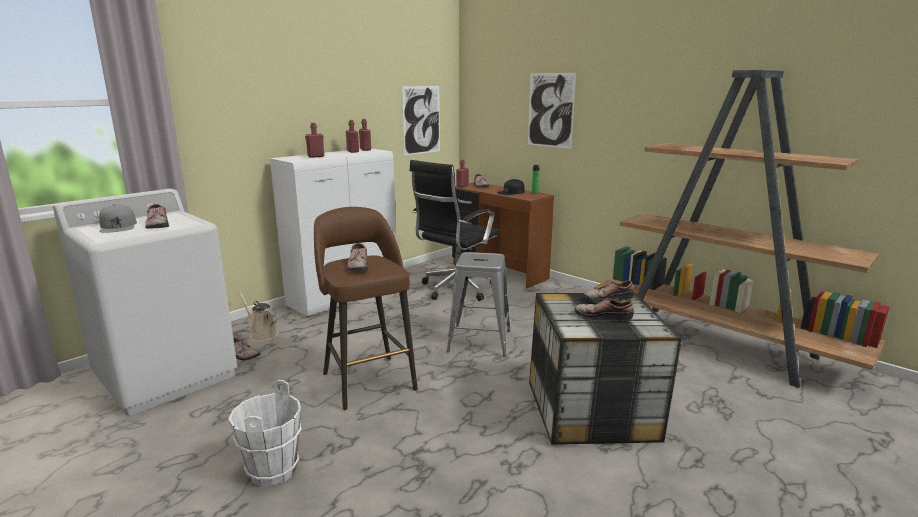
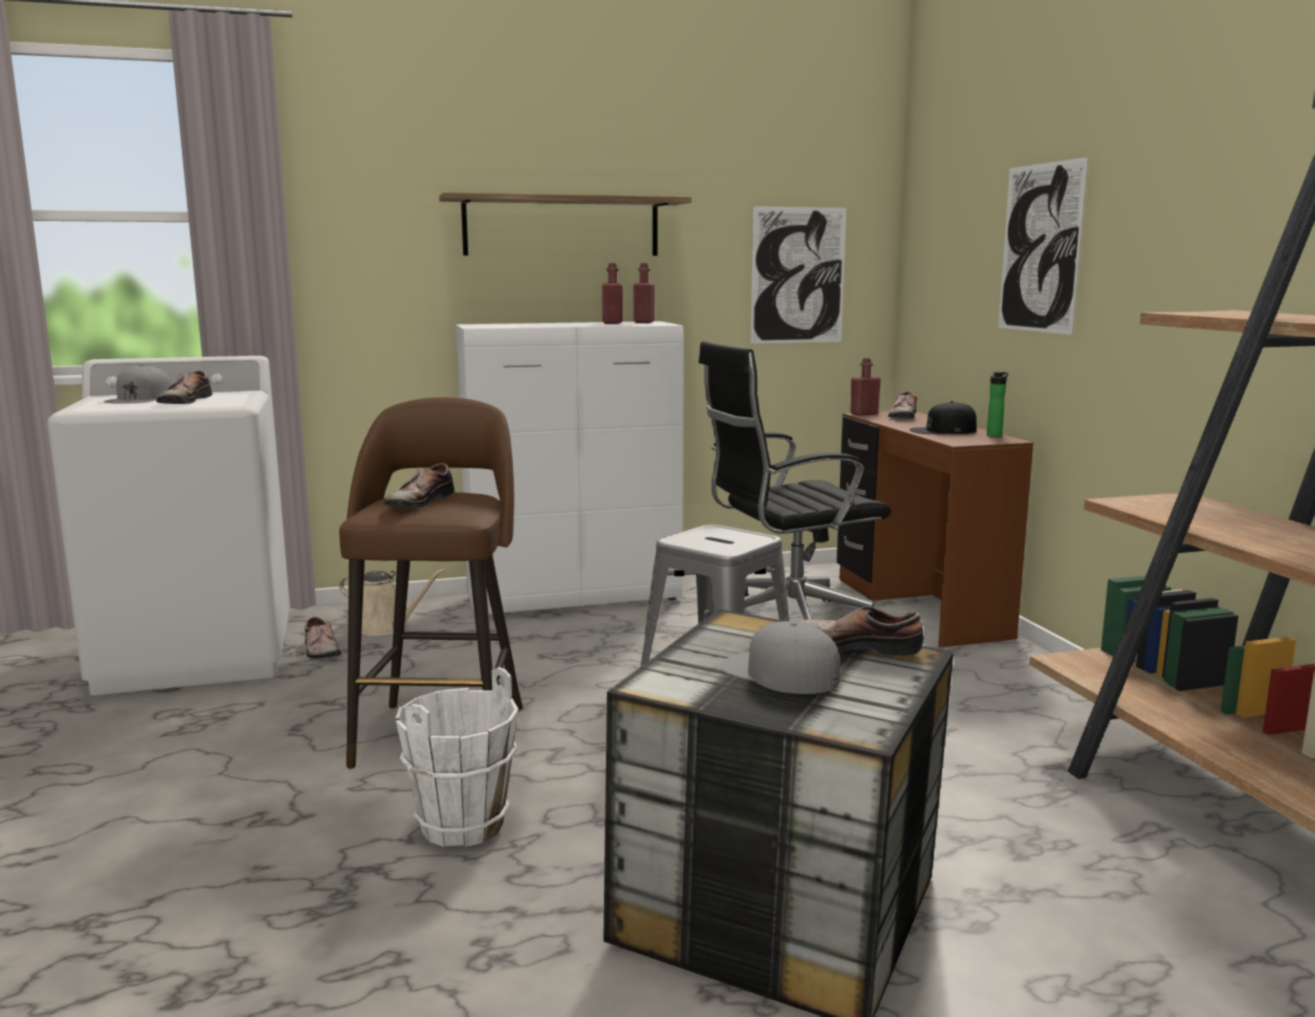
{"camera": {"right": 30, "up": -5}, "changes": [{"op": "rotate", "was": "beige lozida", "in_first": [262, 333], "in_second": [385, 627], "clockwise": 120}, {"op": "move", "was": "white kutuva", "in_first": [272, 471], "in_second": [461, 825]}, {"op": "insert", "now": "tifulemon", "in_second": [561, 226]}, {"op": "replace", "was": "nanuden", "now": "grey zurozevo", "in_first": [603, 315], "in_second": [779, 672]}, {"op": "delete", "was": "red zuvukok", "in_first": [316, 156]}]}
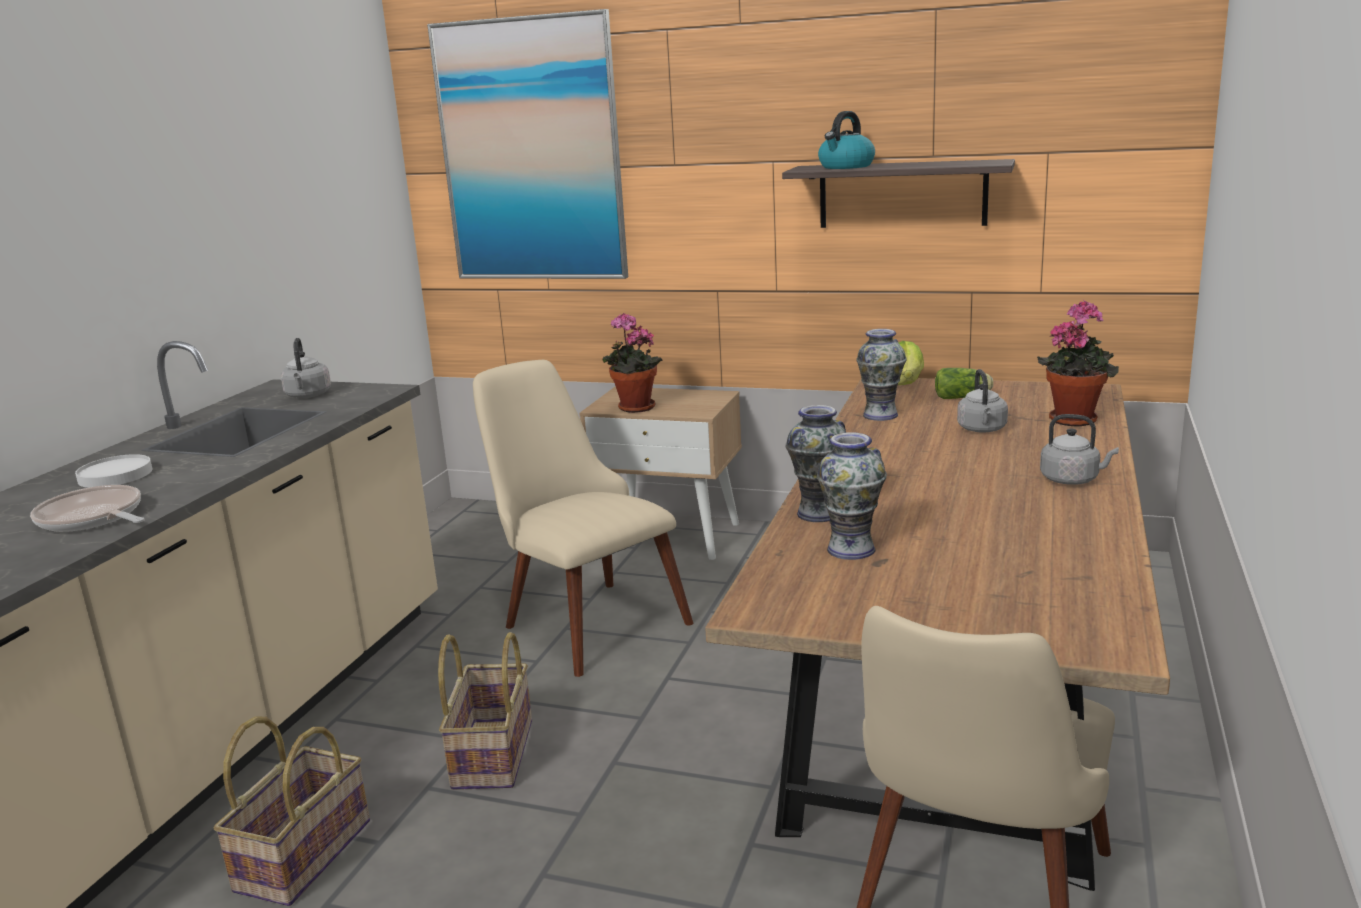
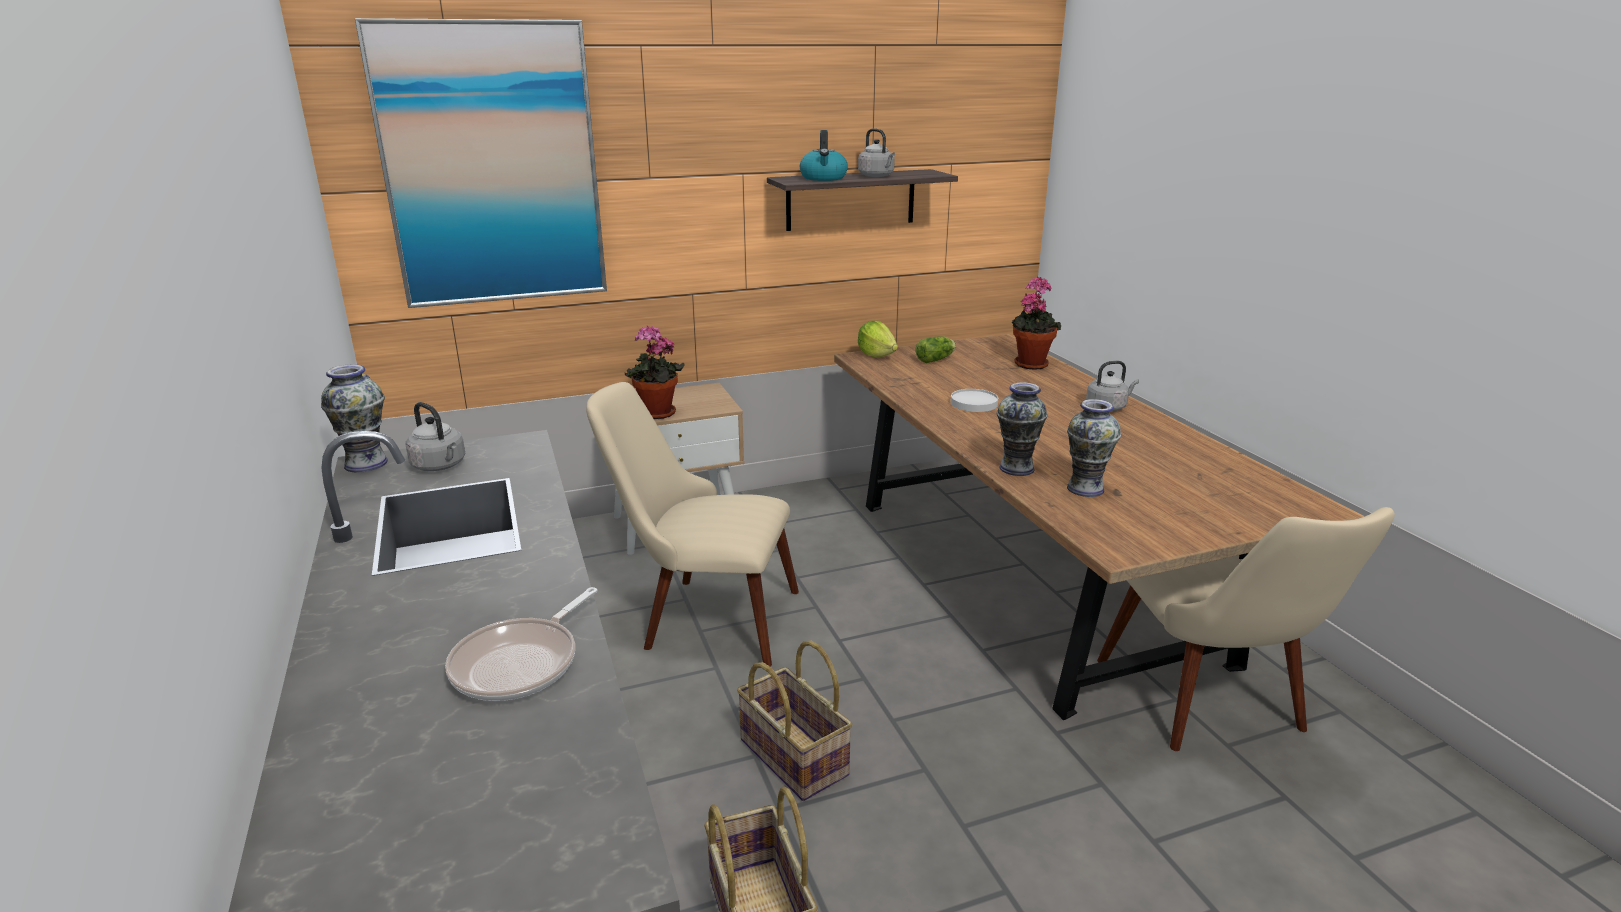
{"camera": {"right": -40, "up": 5}, "changes": [{"op": "move", "was": "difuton", "in_first": [880, 415], "in_second": [365, 463]}, {"op": "rotate", "was": "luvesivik", "in_first": [93, 518], "in_second": [521, 663], "clockwise": -60}, {"op": "move", "was": "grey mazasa", "in_first": [982, 430], "in_second": [877, 176]}, {"op": "move", "was": "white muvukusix", "in_first": [116, 475], "in_second": [974, 403]}]}
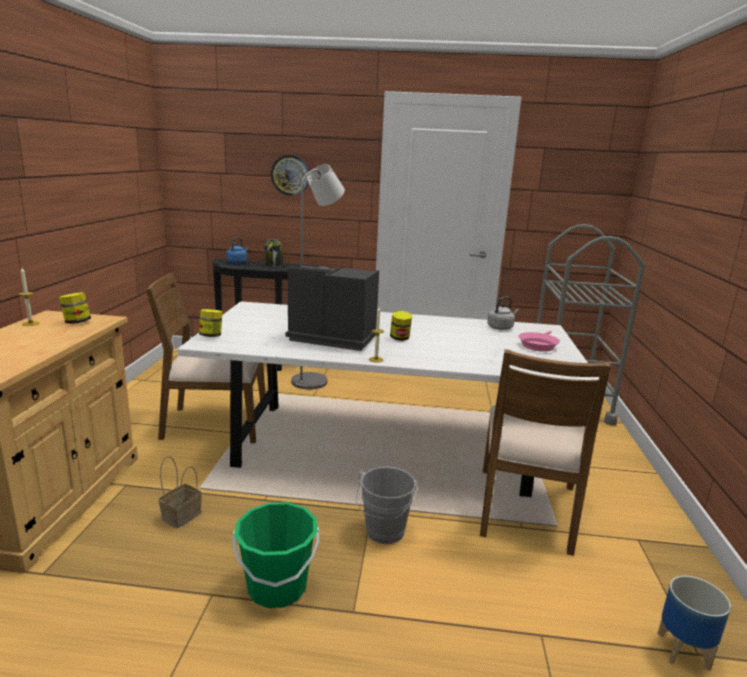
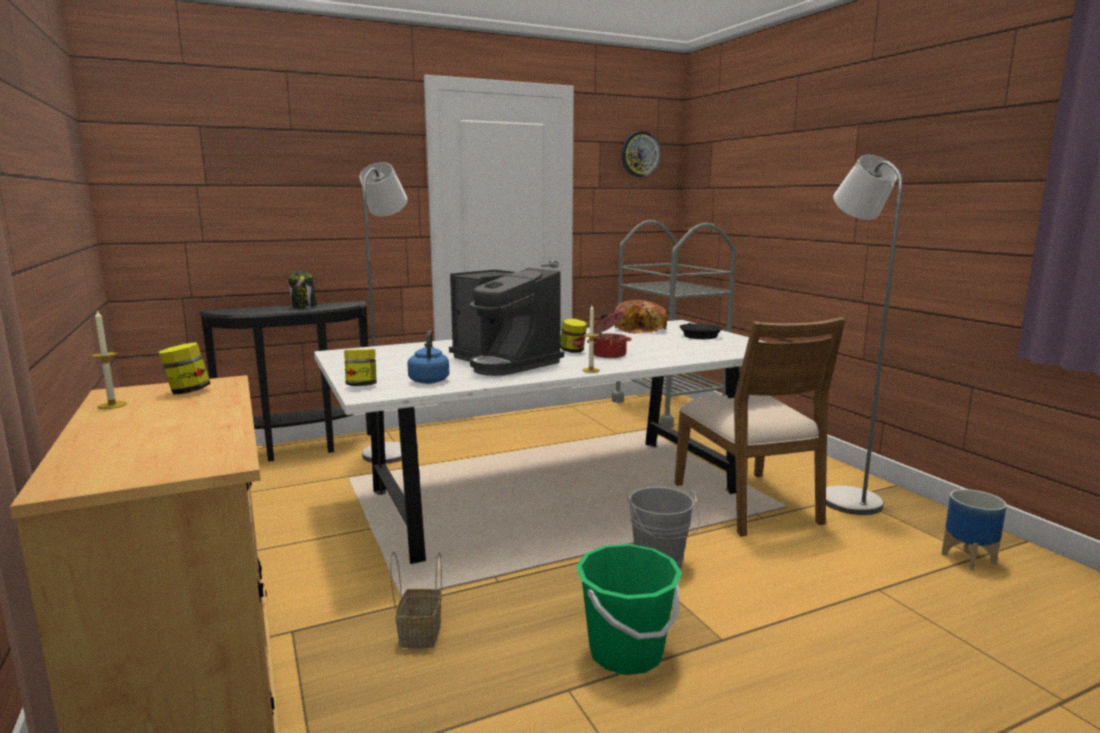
{"camera": {"right": -30, "up": -5}, "changes": [{"op": "move", "was": "blue mazasa", "in_first": [237, 262], "in_second": [429, 380]}, {"op": "rotate", "was": "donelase", "in_first": [331, 337], "in_second": [504, 362], "clockwise": -120}, {"op": "insert", "now": "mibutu", "in_second": [608, 355]}, {"op": "replace", "was": "grey mazasa", "now": "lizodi", "in_first": [501, 327], "in_second": [641, 329]}, {"op": "move", "was": "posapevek", "in_first": [290, 175], "in_second": [640, 154]}, {"op": "recolor", "was": "pink luvesivik", "now": "black luvesivik", "in_first": [538, 345], "in_second": [699, 335]}, {"op": "insert", "now": "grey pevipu", "in_second": [843, 497]}, {"op": "delete", "was": "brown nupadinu", "in_first": [214, 424]}]}
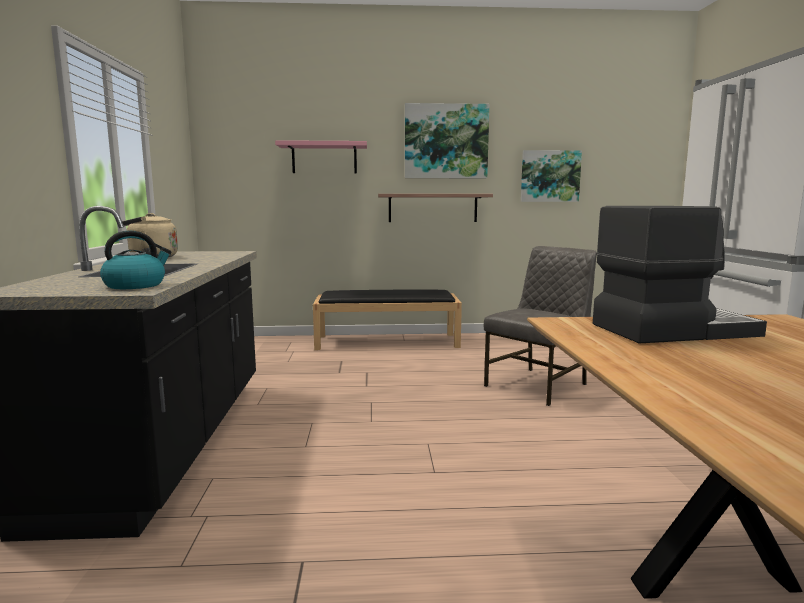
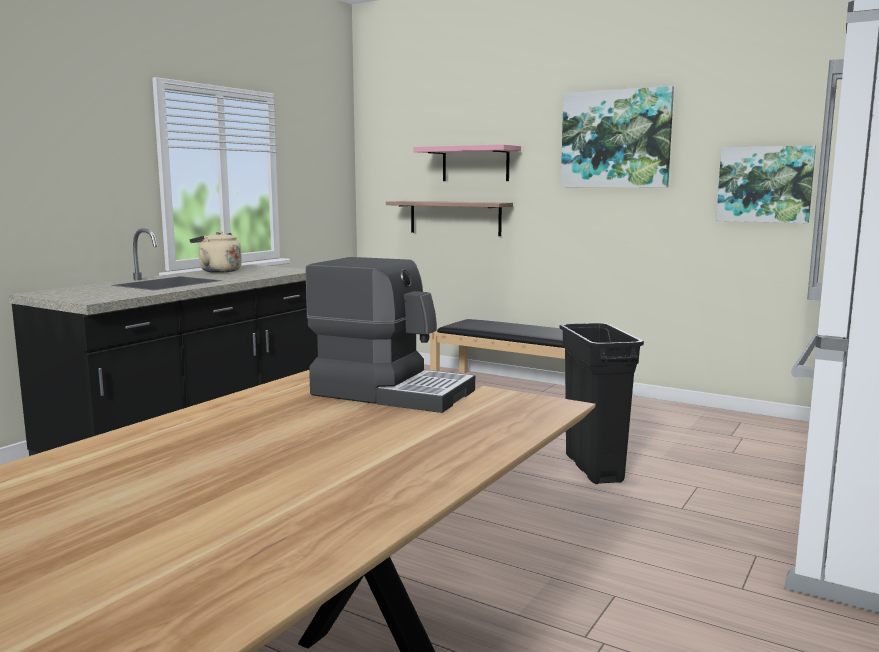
{"camera": {"right": 35, "up": 0}, "changes": [{"op": "move", "was": "tifulemon", "in_first": [432, 208], "in_second": [455, 218]}, {"op": "replace", "was": "grey nupadinu", "now": "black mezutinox", "in_first": [538, 385], "in_second": [594, 469]}, {"op": "delete", "was": "mazasa", "in_first": [136, 285]}]}
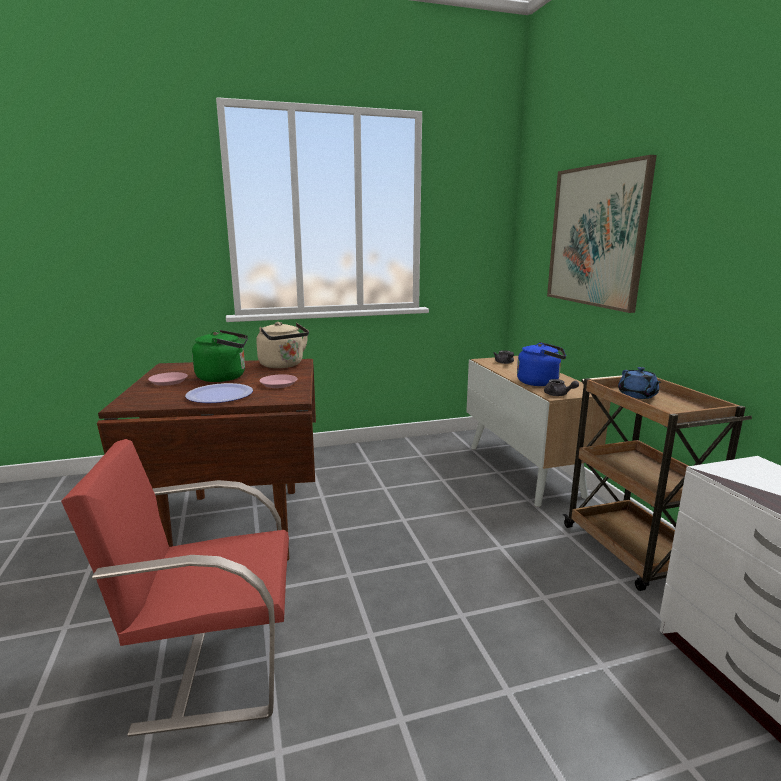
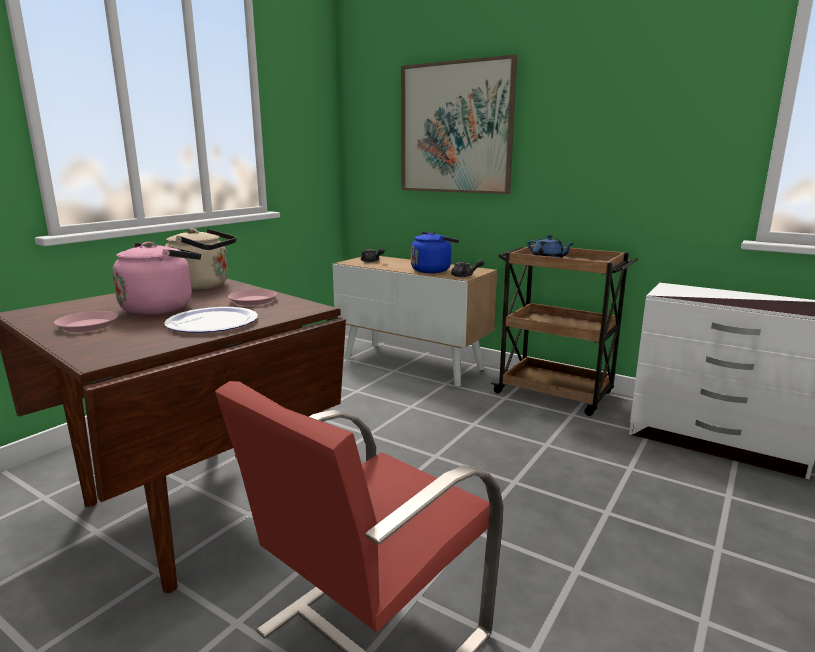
{"camera": {"right": -40, "up": 0}, "changes": [{"op": "recolor", "was": "green mazasa", "now": "pink mazasa", "in_first": [225, 377], "in_second": [161, 307]}]}
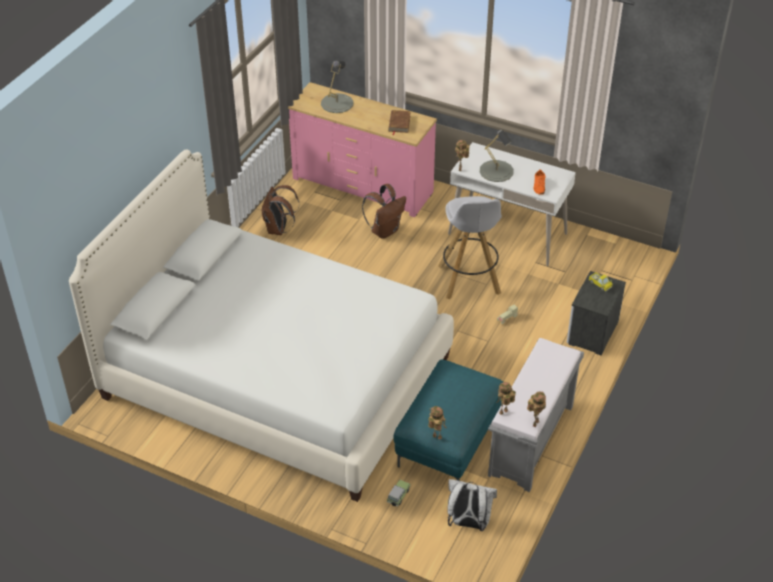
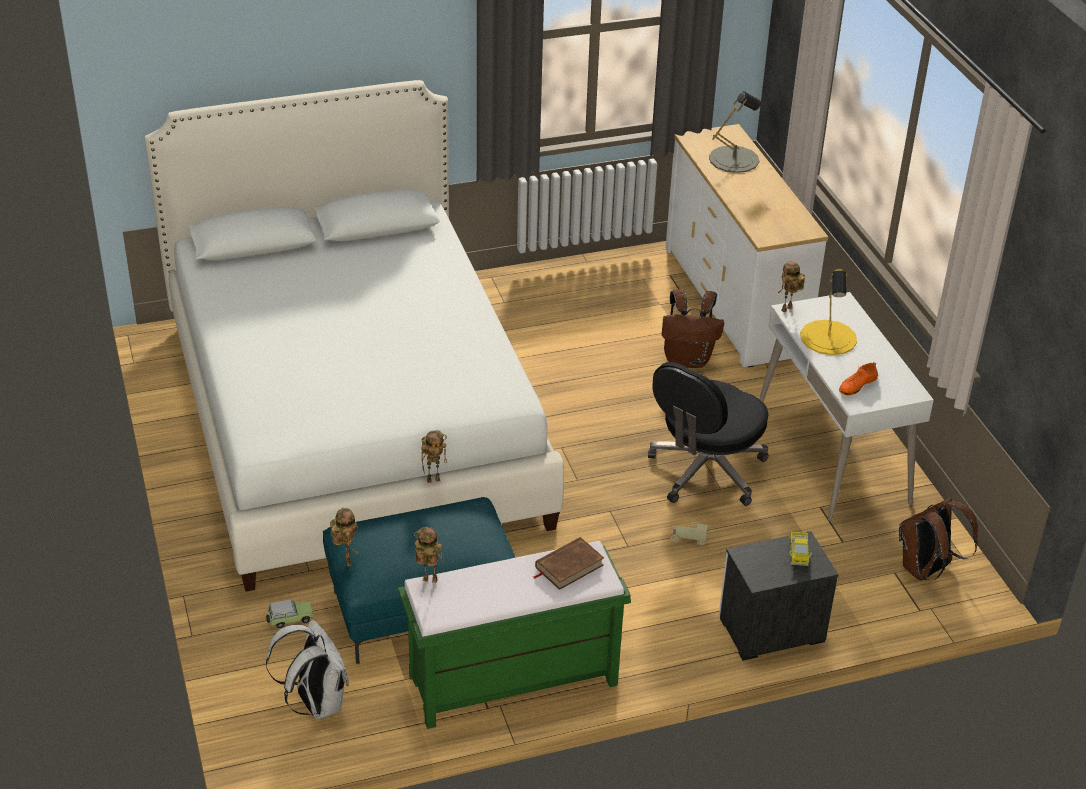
{"camera": {"right": 45, "up": -5}, "changes": [{"op": "recolor", "was": "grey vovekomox", "now": "green vovekomox", "in_first": [531, 441], "in_second": [511, 682]}, {"op": "move", "was": "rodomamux", "in_first": [535, 423], "in_second": [434, 479]}, {"op": "move", "was": "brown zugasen", "in_first": [399, 123], "in_second": [568, 566]}, {"op": "replace", "was": "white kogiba", "now": "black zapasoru", "in_first": [469, 281], "in_second": [705, 472]}, {"op": "recolor", "was": "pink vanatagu", "now": "white vanatagu", "in_first": [363, 185], "in_second": [734, 300]}, {"op": "recolor", "was": "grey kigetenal", "now": "yellow kigetenal", "in_first": [496, 171], "in_second": [828, 338]}, {"op": "move", "was": "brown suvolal", "in_first": [278, 229], "in_second": [926, 570]}]}
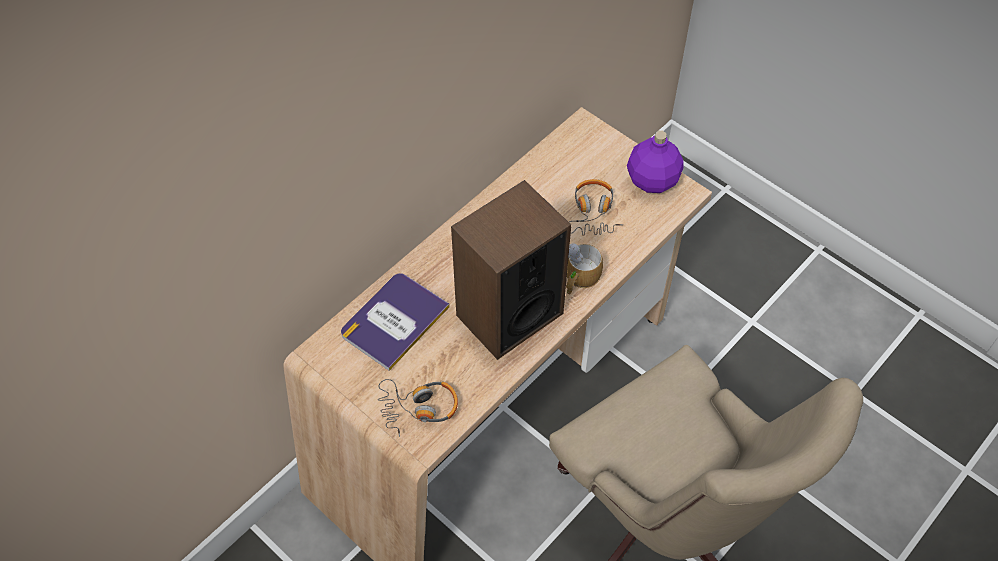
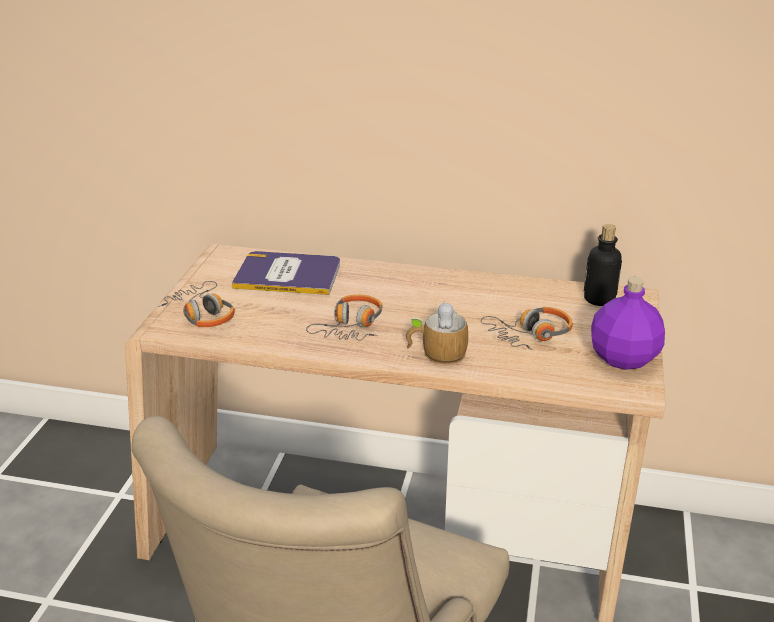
{"camera": {"right": 60, "up": -25}, "changes": [{"op": "replace", "was": "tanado", "now": "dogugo", "in_first": [509, 314], "in_second": [351, 327]}, {"op": "insert", "now": "zuvukok", "in_second": [599, 299]}]}
